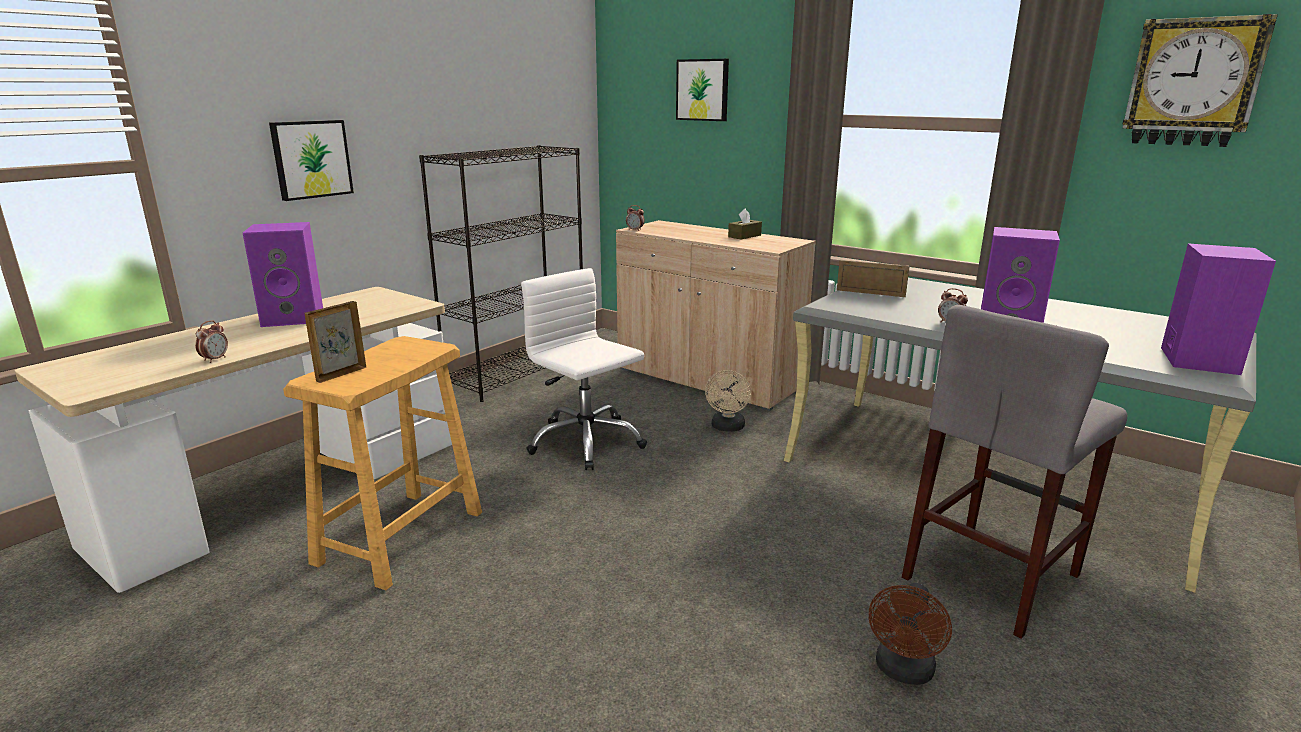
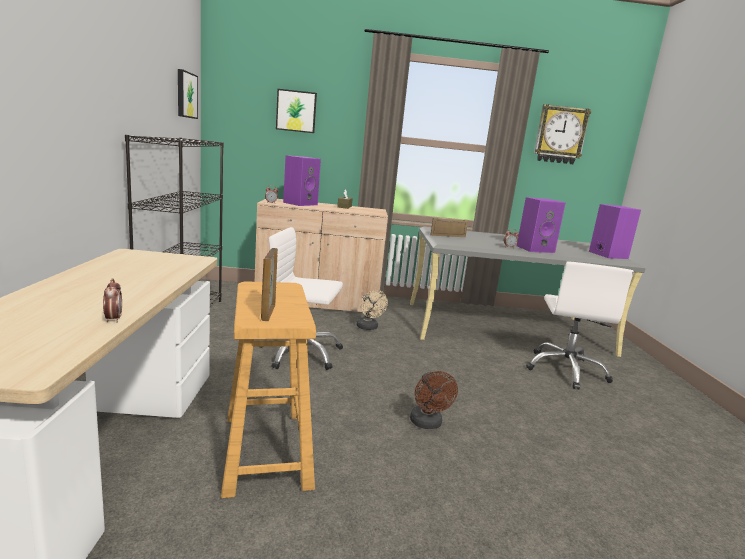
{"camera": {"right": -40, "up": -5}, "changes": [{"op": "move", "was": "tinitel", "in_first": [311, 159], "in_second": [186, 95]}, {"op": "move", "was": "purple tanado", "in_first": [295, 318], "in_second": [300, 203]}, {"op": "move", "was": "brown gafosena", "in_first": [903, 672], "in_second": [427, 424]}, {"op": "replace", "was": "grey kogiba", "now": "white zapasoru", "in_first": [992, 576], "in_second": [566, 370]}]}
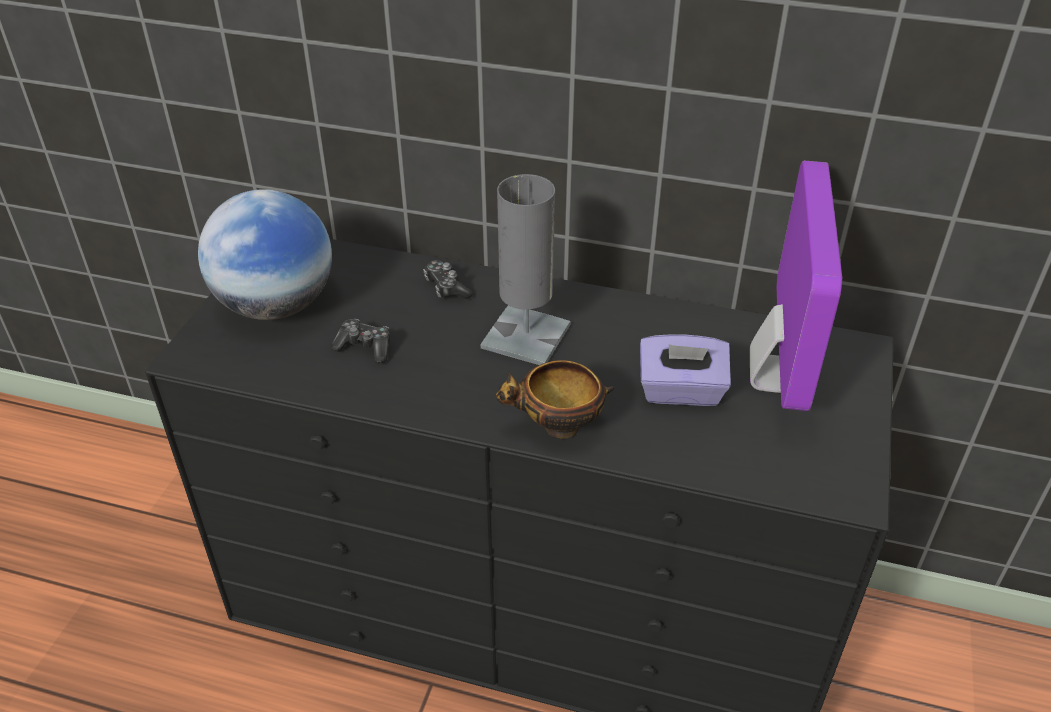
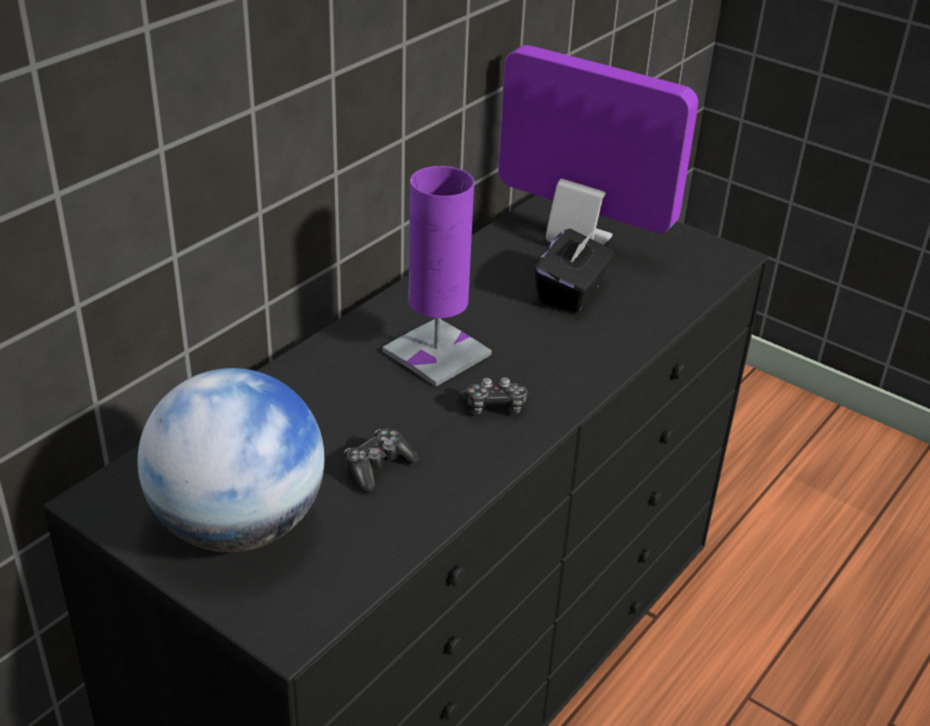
{"camera": {"right": -70, "up": -5}, "changes": [{"op": "recolor", "was": "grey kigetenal", "now": "purple kigetenal", "in_first": [526, 336], "in_second": [437, 353]}, {"op": "move", "was": "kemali", "in_first": [446, 287], "in_second": [495, 406]}, {"op": "recolor", "was": "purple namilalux", "now": "black namilalux", "in_first": [681, 391], "in_second": [572, 292]}, {"op": "delete", "was": "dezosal", "in_first": [557, 428]}]}
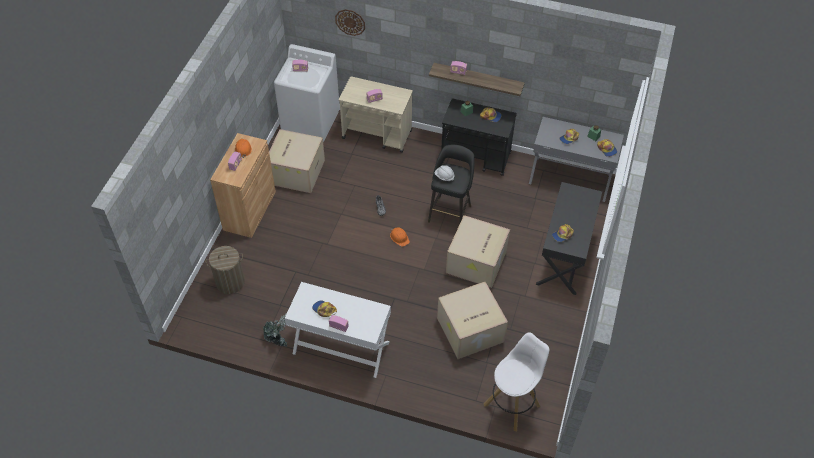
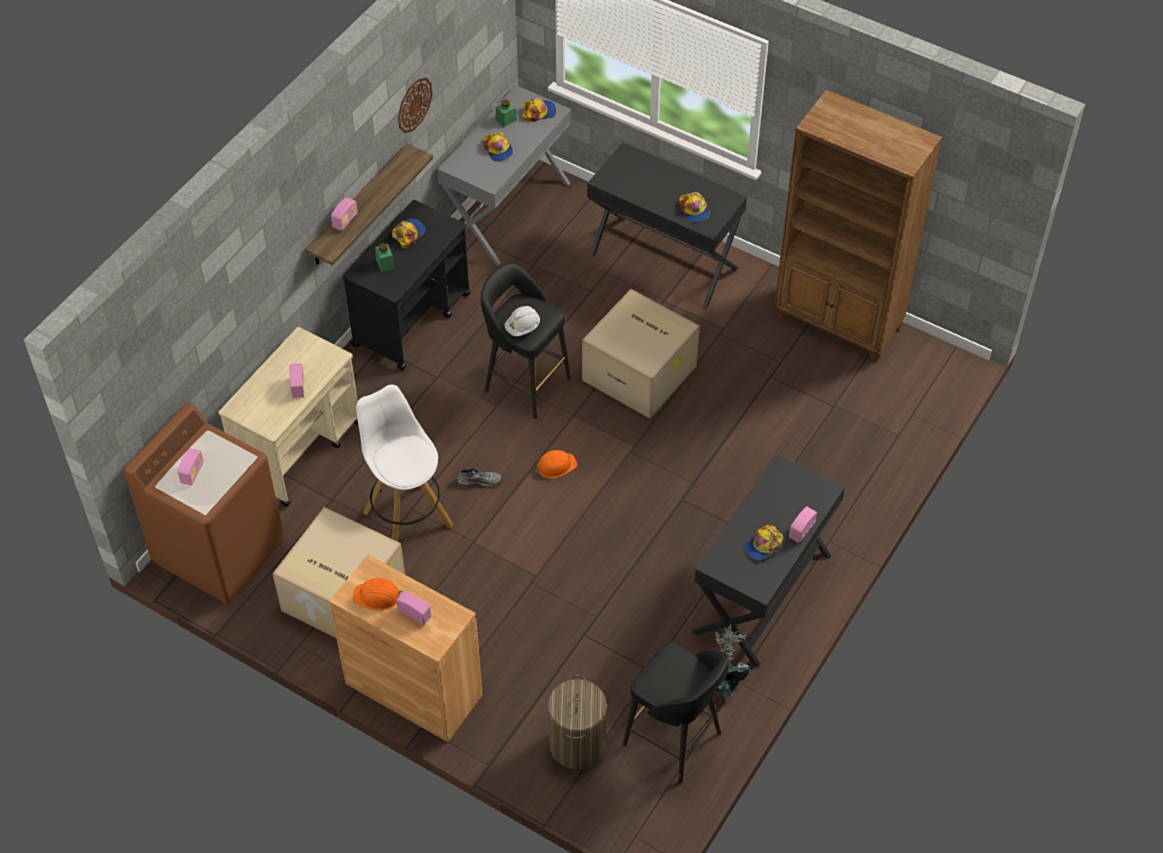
{"camera": {"right": -75, "up": 0}, "changes": [{"op": "recolor", "was": "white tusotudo", "now": "brown tusotudo", "in_first": [311, 122], "in_second": [220, 550]}, {"op": "move", "was": "white kogiba", "in_first": [512, 404], "in_second": [407, 517]}, {"op": "move", "was": "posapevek", "in_first": [350, 22], "in_second": [414, 104]}, {"op": "insert", "now": "black kogiba", "in_second": [674, 740]}, {"op": "recolor", "was": "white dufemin", "now": "black dufemin", "in_first": [341, 348], "in_second": [763, 594]}, {"op": "insert", "now": "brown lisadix", "in_second": [838, 322]}, {"op": "delete", "was": "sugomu", "in_first": [470, 331]}]}
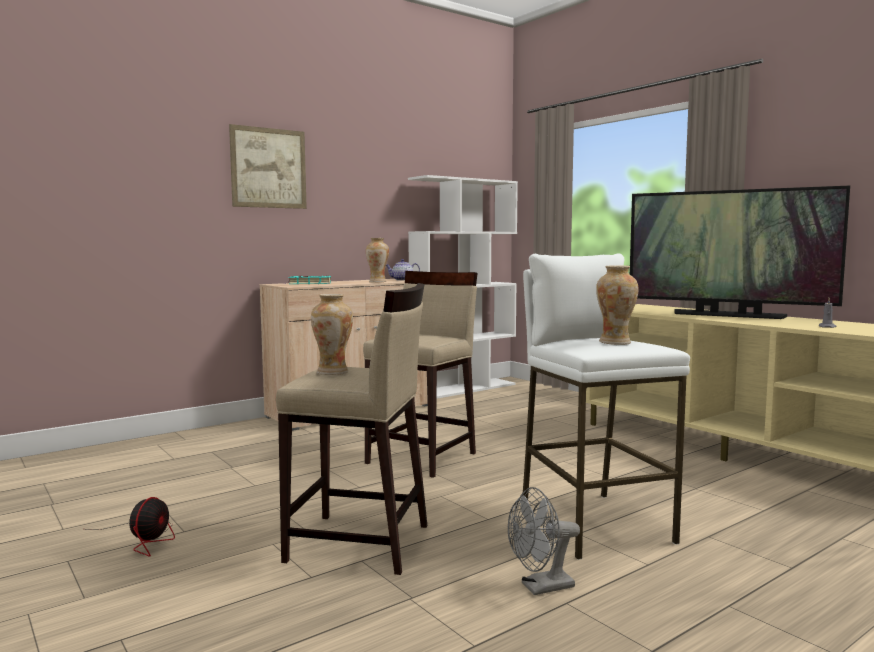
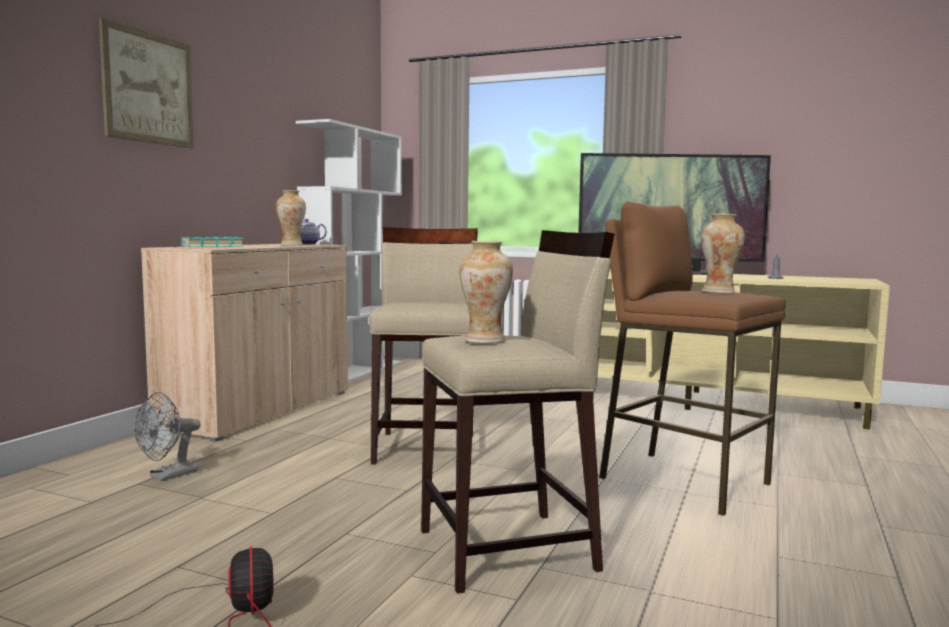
{"camera": {"right": -30, "up": 0}, "changes": [{"op": "move", "was": "grey gafosena", "in_first": [540, 587], "in_second": [167, 476]}, {"op": "recolor", "was": "white kogiba", "now": "brown kogiba", "in_first": [594, 523], "in_second": [682, 480]}]}
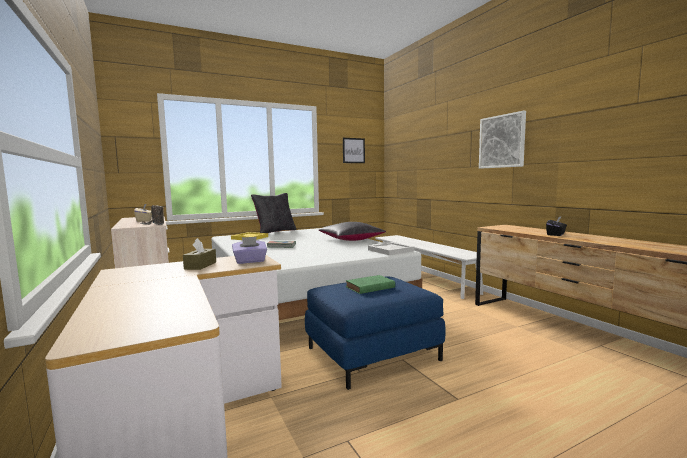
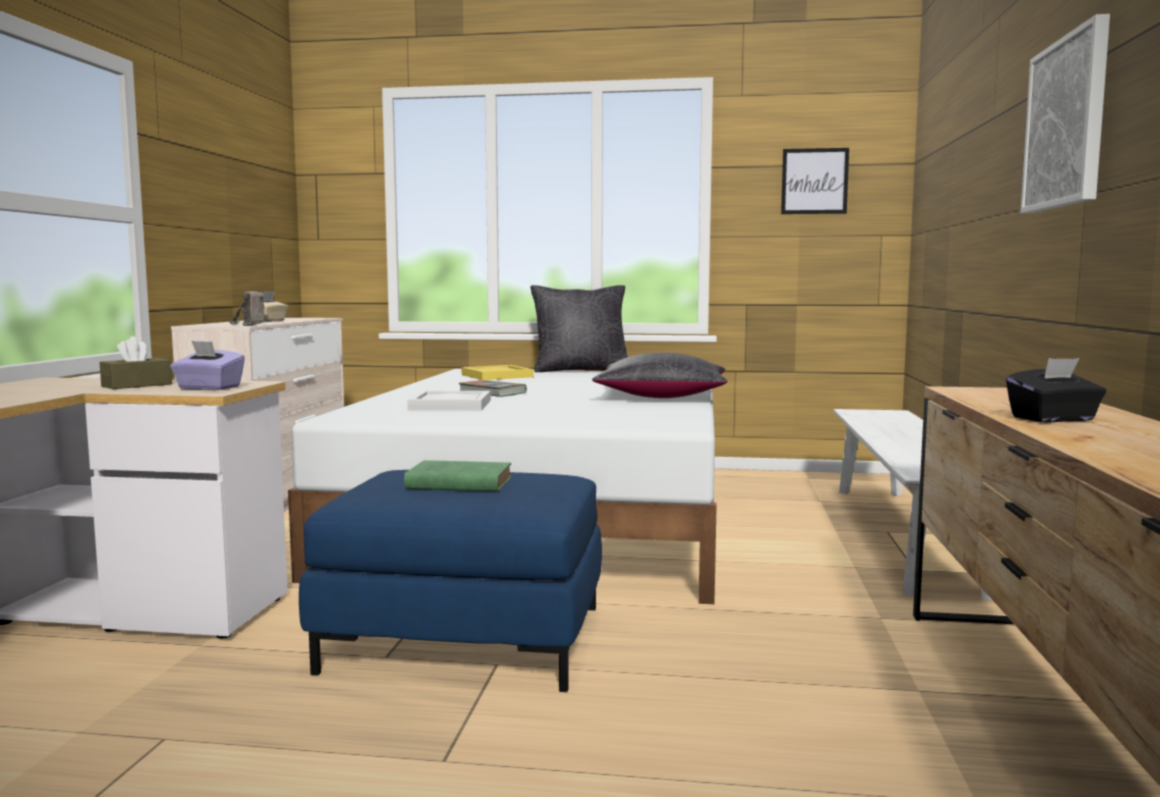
{"camera": {"right": 35, "up": 0}, "changes": [{"op": "move", "was": "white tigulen", "in_first": [391, 250], "in_second": [451, 405]}]}
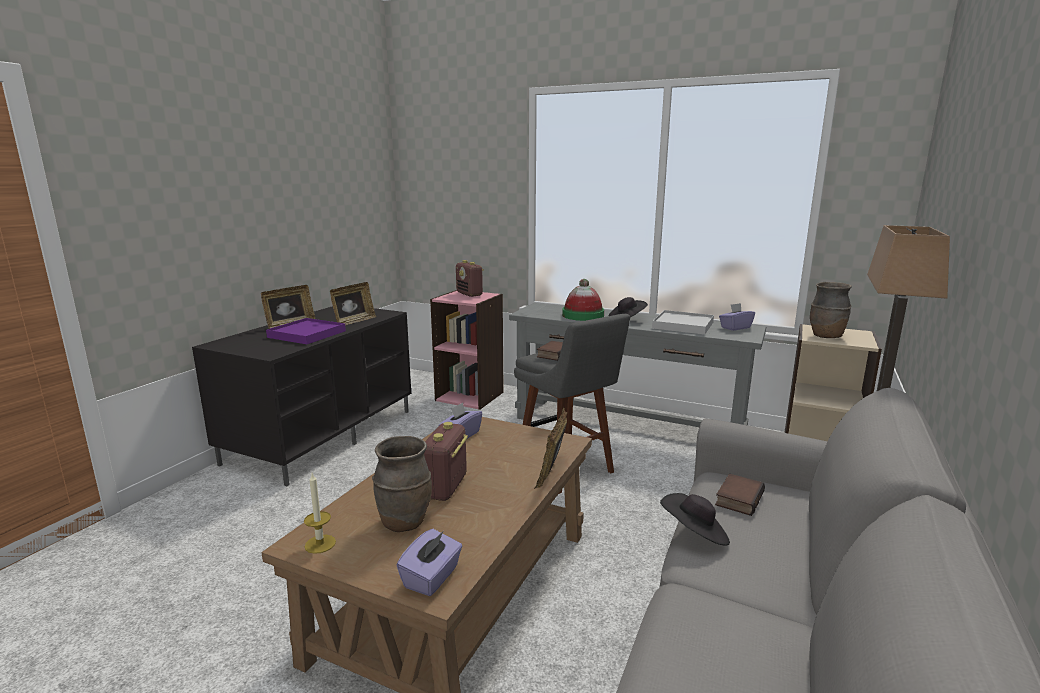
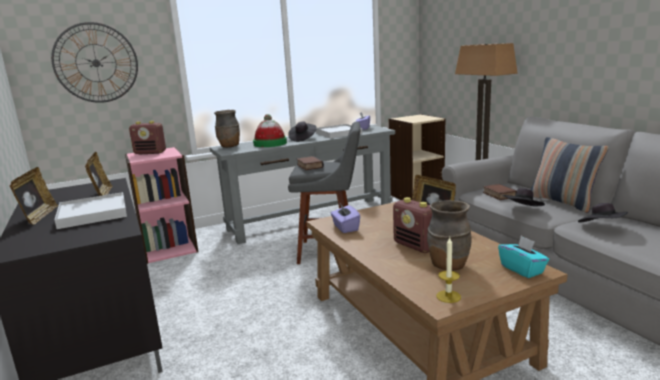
{"camera": {"right": -50, "up": 0}, "changes": [{"op": "insert", "now": "posapevek", "in_second": [96, 63]}, {"op": "recolor", "was": "purple tigulen", "now": "white tigulen", "in_first": [307, 334], "in_second": [93, 213]}, {"op": "move", "was": "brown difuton", "in_first": [826, 336], "in_second": [229, 146]}, {"op": "recolor", "was": "purple namilalux", "now": "turquoise namilalux", "in_first": [432, 578], "in_second": [522, 269]}, {"op": "insert", "now": "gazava", "in_second": [562, 202]}, {"op": "insert", "now": "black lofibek", "in_second": [601, 228]}]}
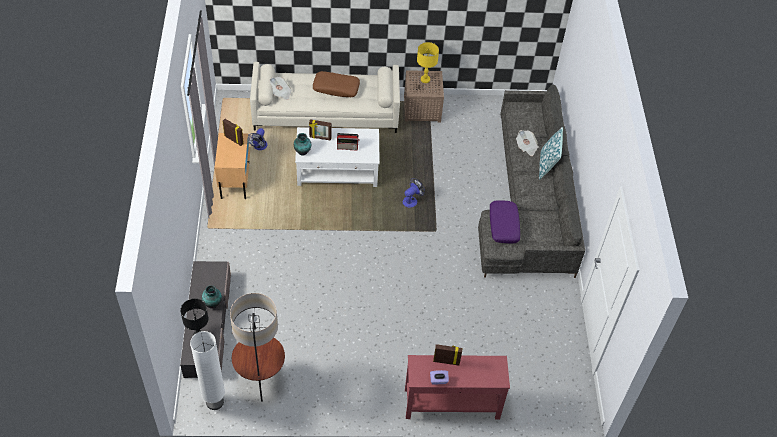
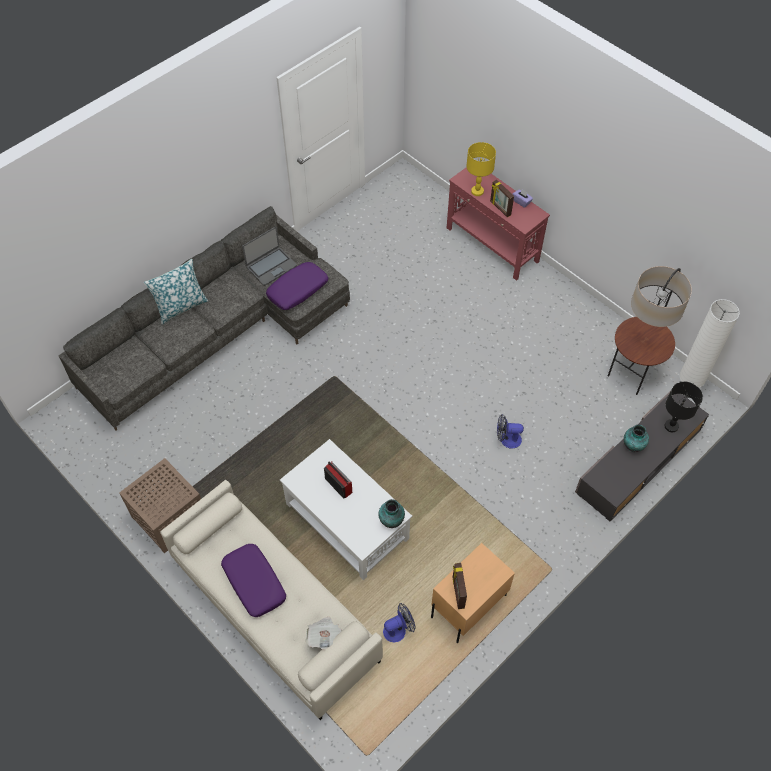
{"camera": {"right": -130, "up": 5}, "changes": [{"op": "recolor", "was": "brown gazava", "now": "purple gazava", "in_first": [336, 88], "in_second": [253, 583]}, {"op": "insert", "now": "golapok", "in_second": [271, 266]}, {"op": "move", "was": "yellow kigetenal", "in_first": [425, 79], "in_second": [477, 191]}, {"op": "move", "was": "gafosena", "in_first": [412, 200], "in_second": [507, 439]}, {"op": "delete", "was": "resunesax", "in_first": [320, 138]}, {"op": "delete", "was": "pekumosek", "in_first": [526, 147]}]}
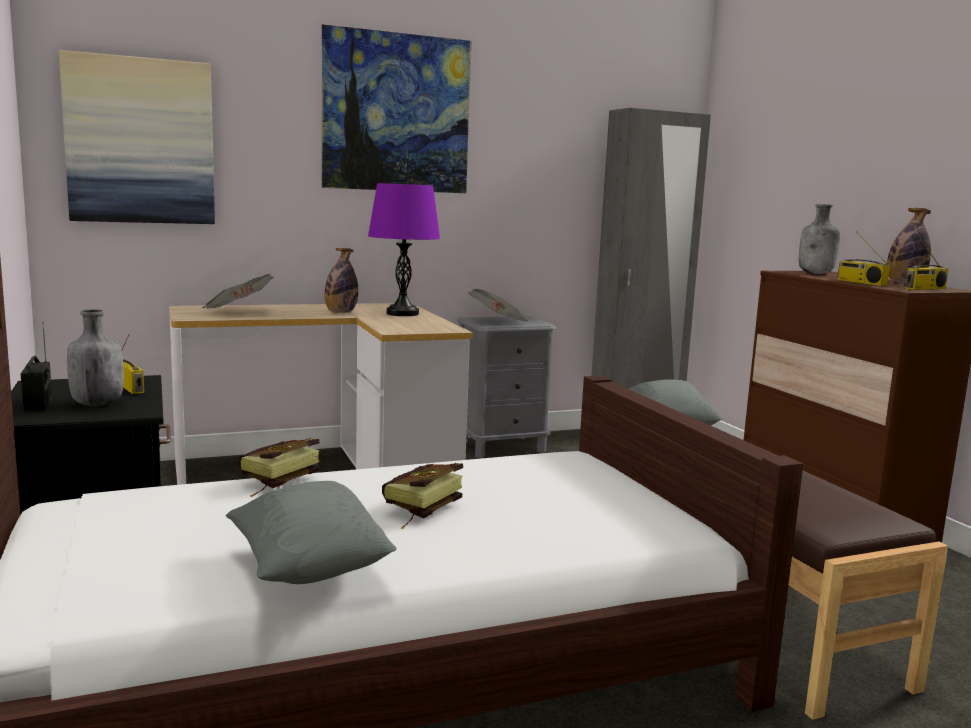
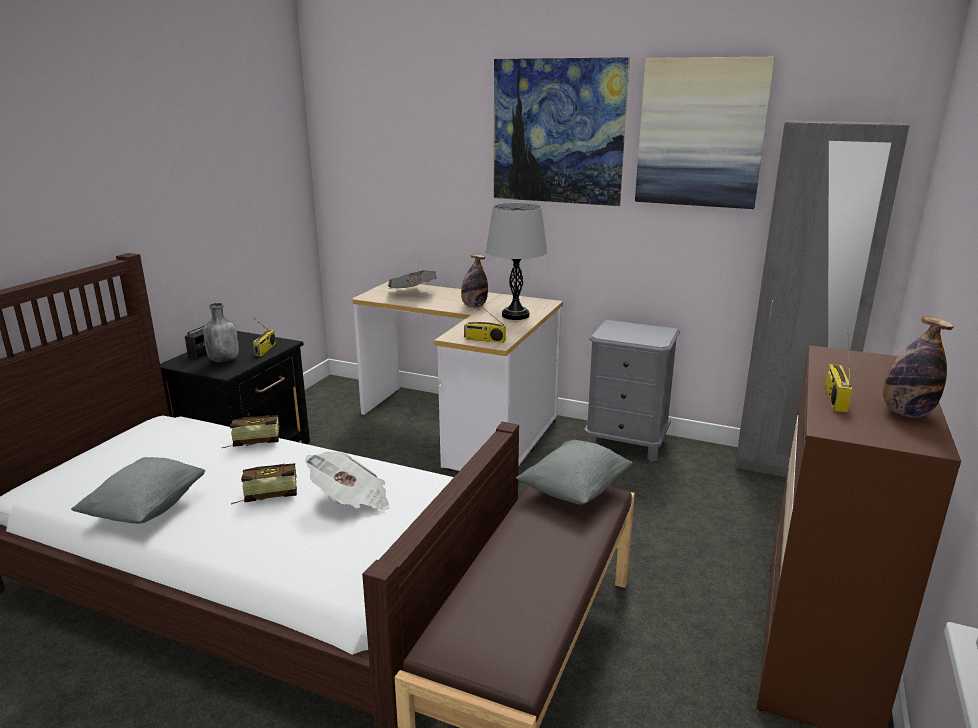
{"camera": {"right": 45, "up": 10}, "changes": [{"op": "move", "was": "pekumosek", "in_first": [499, 322], "in_second": [351, 500]}, {"op": "move", "was": "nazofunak", "in_first": [925, 289], "in_second": [484, 340]}, {"op": "recolor", "was": "purple kigetenal", "now": "grey kigetenal", "in_first": [402, 313], "in_second": [515, 315]}, {"op": "move", "was": "tinitel", "in_first": [140, 141], "in_second": [701, 133]}, {"op": "delete", "was": "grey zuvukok", "in_first": [816, 273]}]}
